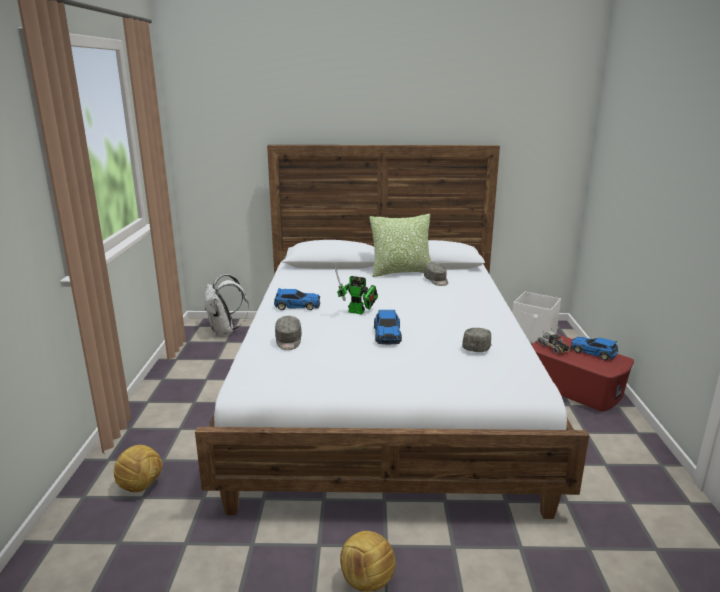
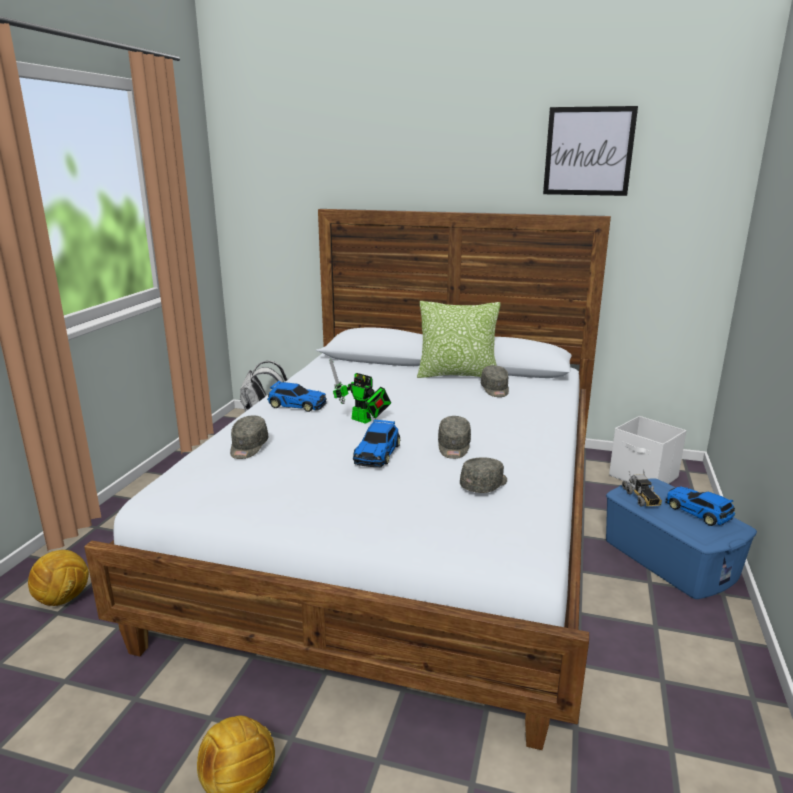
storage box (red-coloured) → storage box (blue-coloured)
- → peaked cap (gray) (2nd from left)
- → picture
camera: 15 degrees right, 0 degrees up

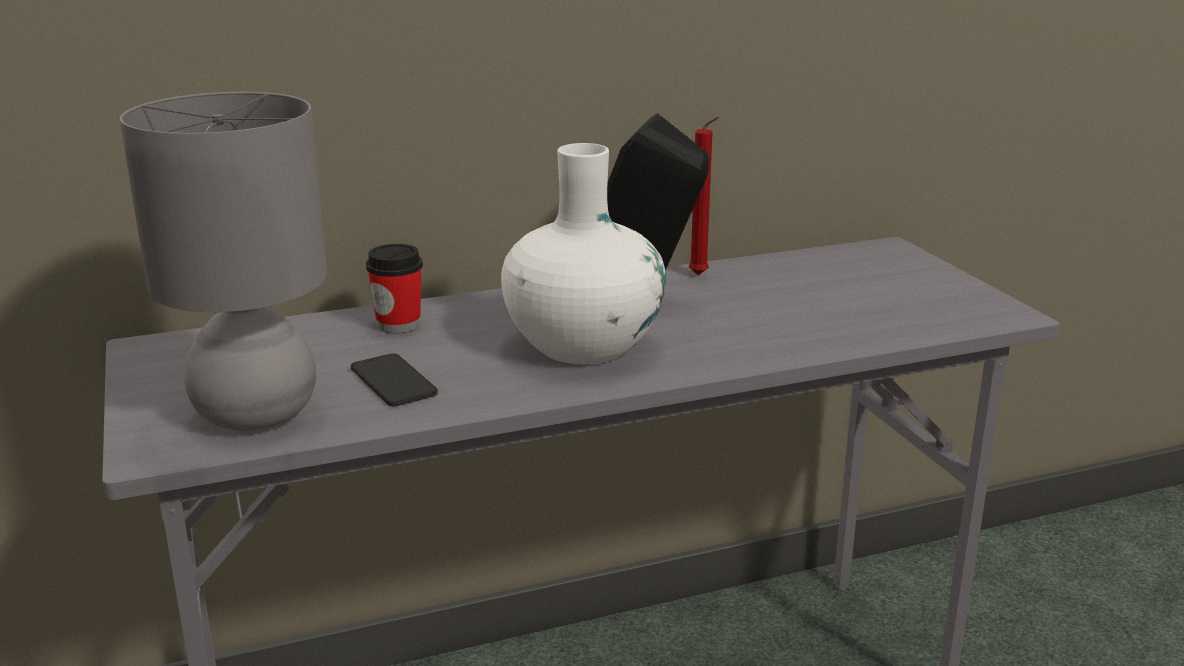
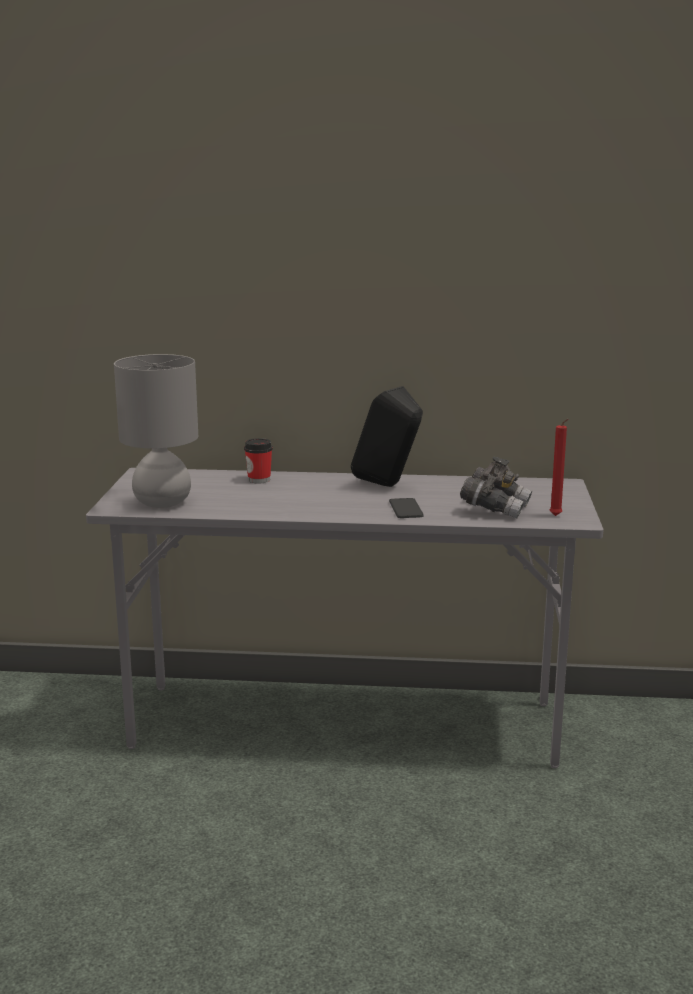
telephone, move
decorative vase (white) → -
candle (red-coloured), move
- → pair of binoculars (gray)
camera: 25 degrees right, 5 degrees down

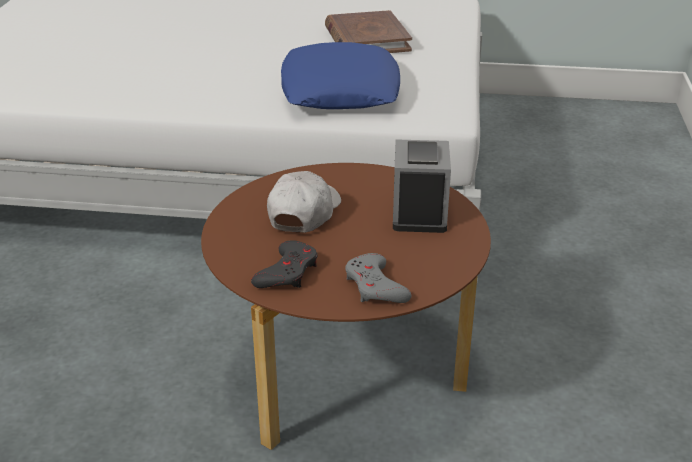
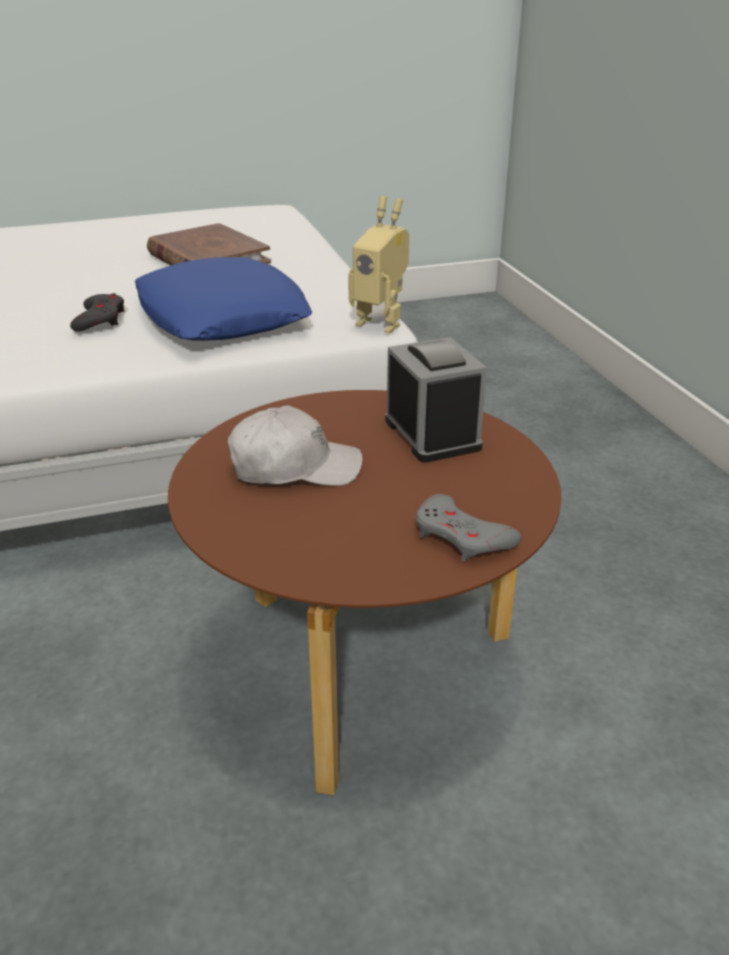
gamepad (gray) (1st from left), move
peaked cap (white), 90 degrees clockwise
- → toy robot
camera: 25 degrees left, 0 degrees up

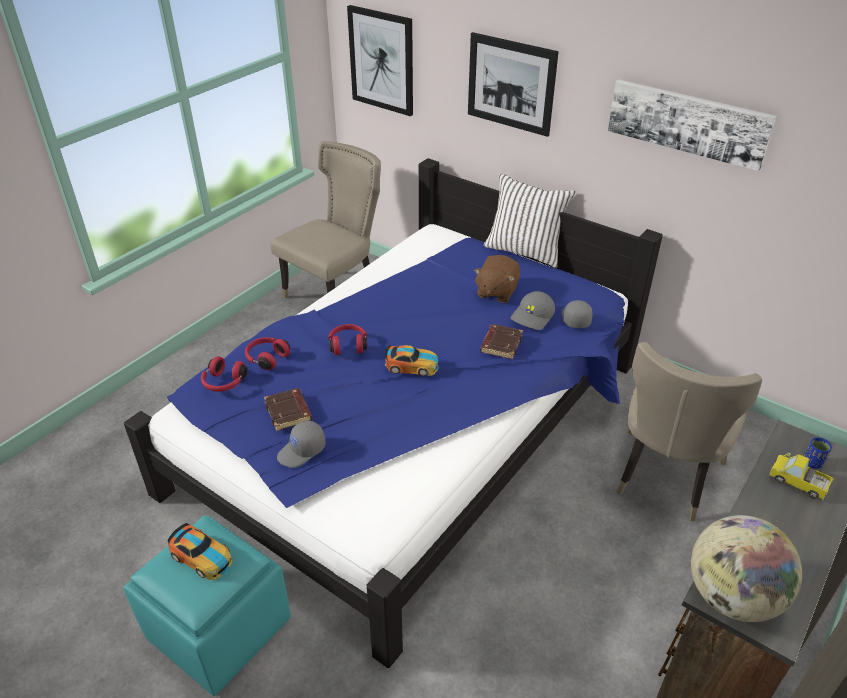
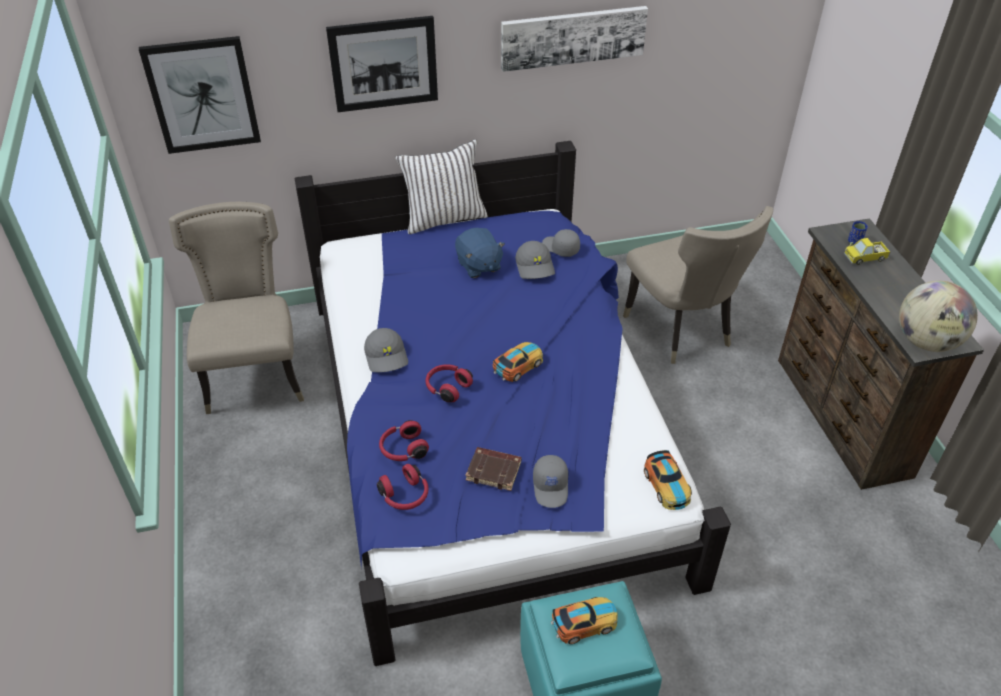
cuddly toy (brownish) → cuddly toy (blue-coloured)
volume (brownish) (2nd from left) → -
- → peaked cap (gray) (1st from left)
- → miniature car (3rd from left)
camera: 50 degrees left, 5 degrees up

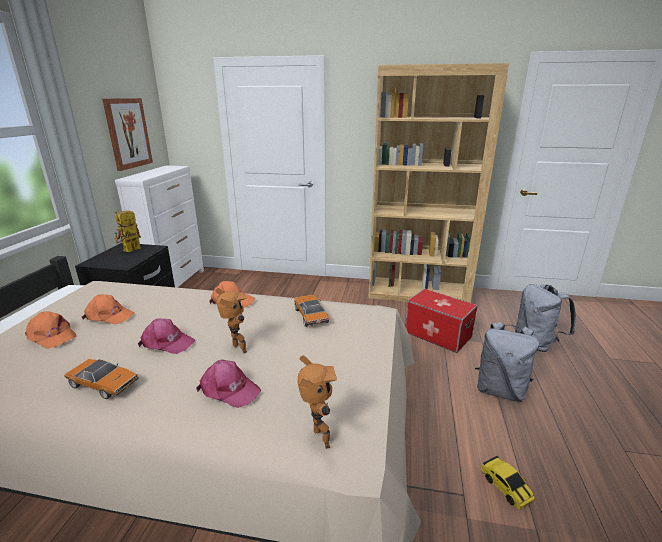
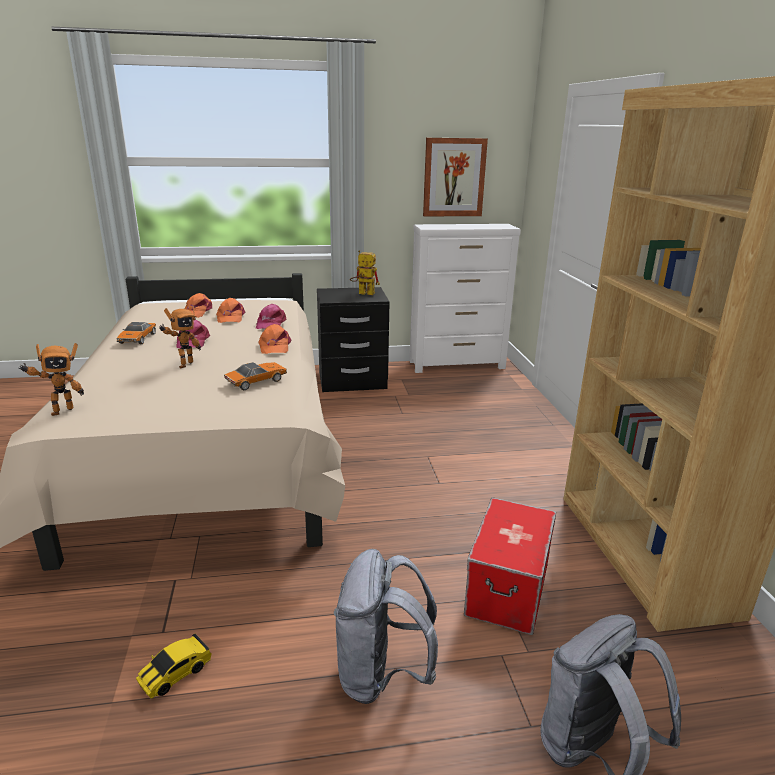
peaked cap (pink) (2nd from left), move
camera: 70 degrees right, 0 degrees up

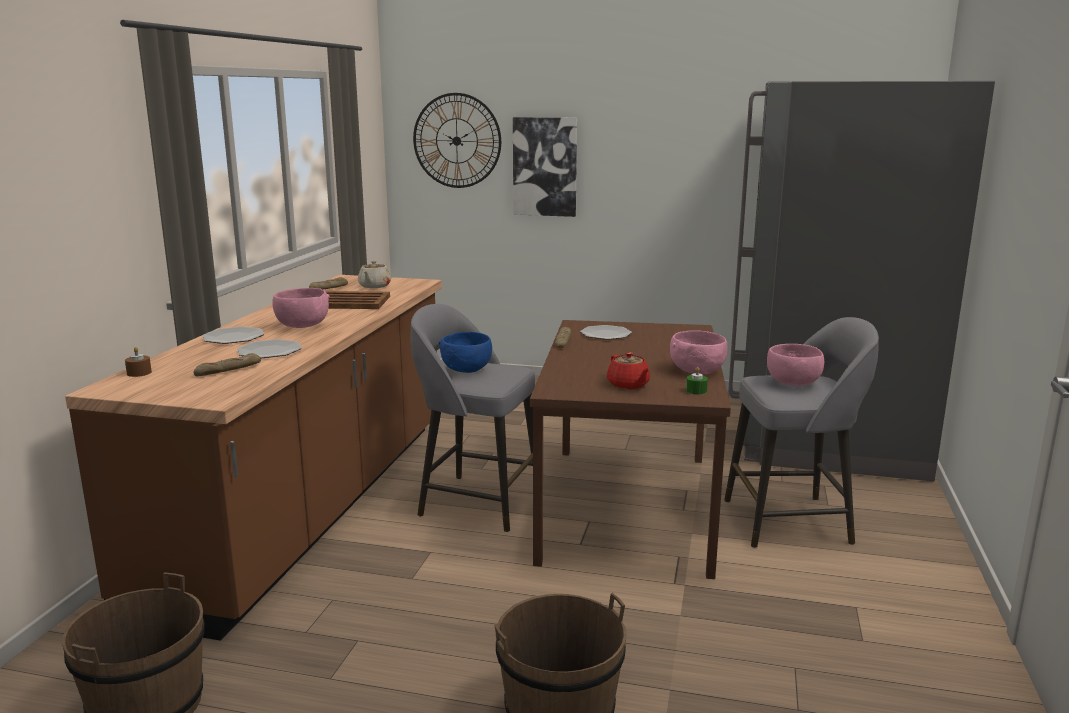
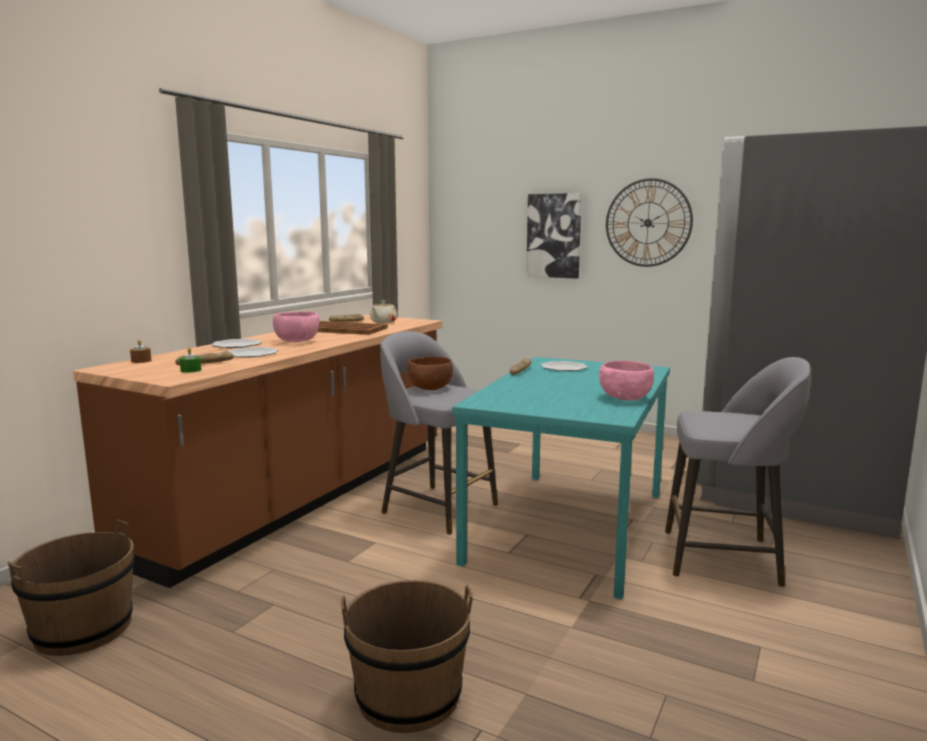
wall clock, move
serving bowl (blue-coloured) → serving bowl (brownish)
dinner table (brownish) → dinner table (blue-green)
tea pot (red-coloured) → -
candle (green), move
serving bowl (pink) (3rd from left) → -
camera: 15 degrees right, 5 degrees down

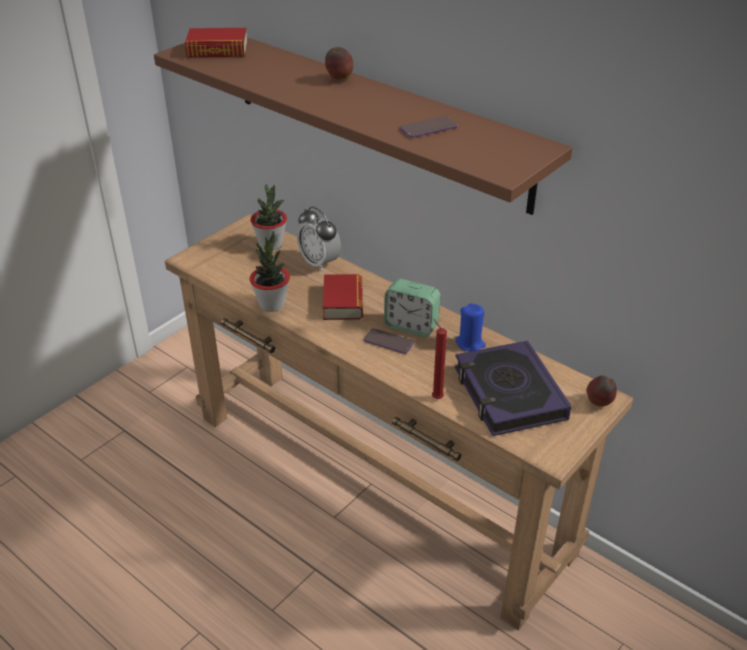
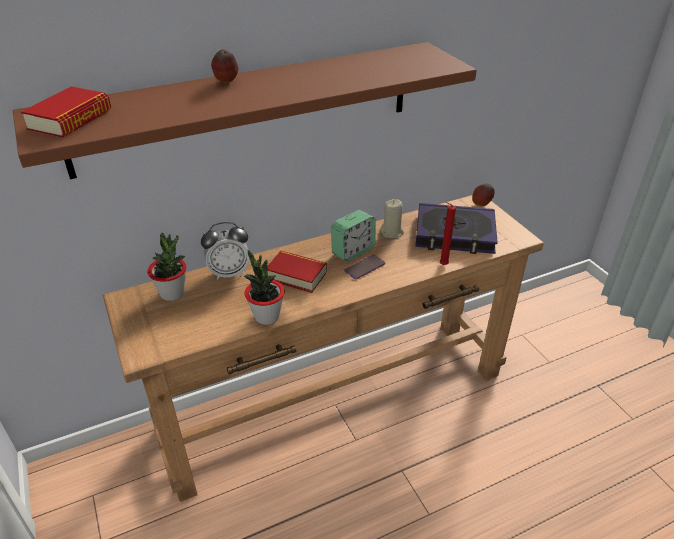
telephone (2nd from left) → -
candle (blue-coloured) → candle (beige-coloured)
camera: 65 degrees left, 0 degrees up

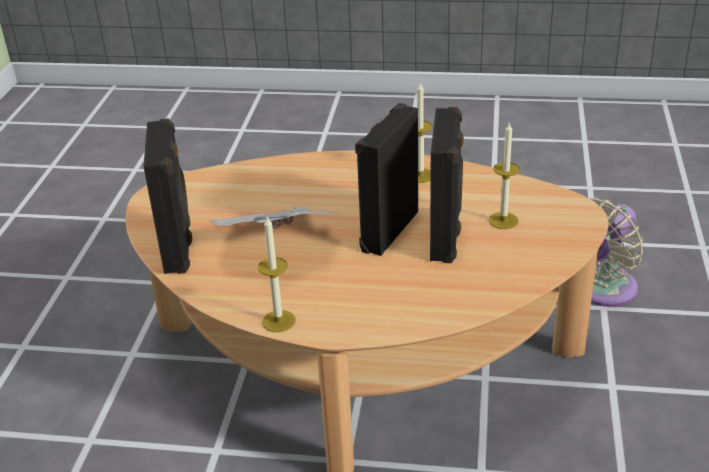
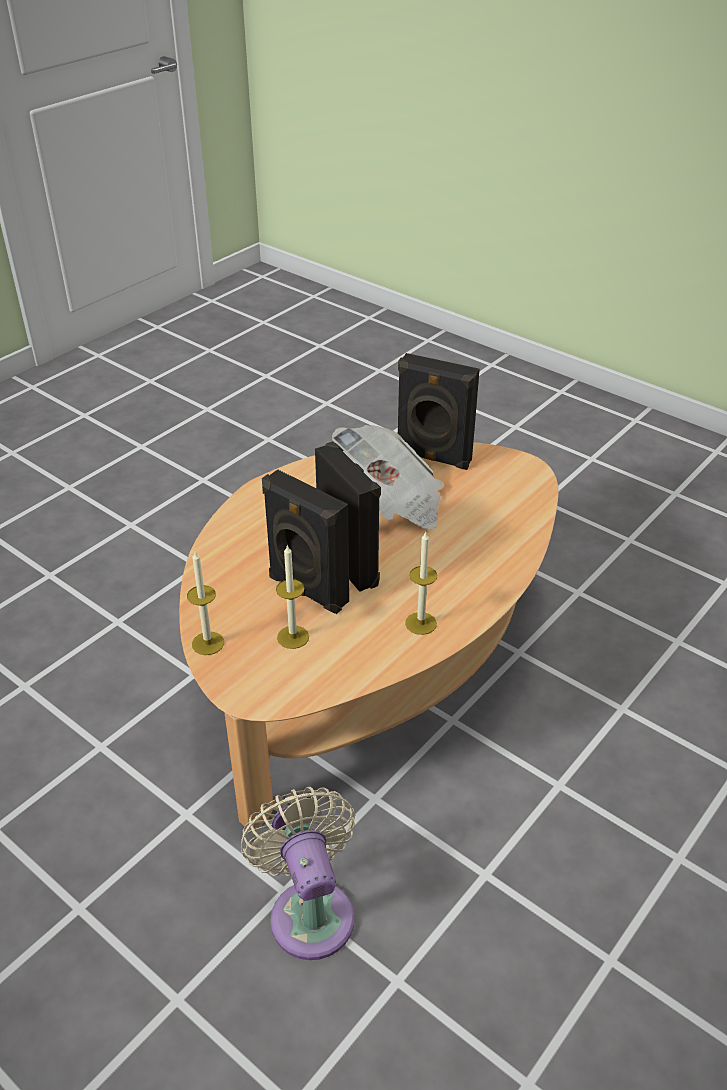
candle (1st from left), move
camera: 120 degrees right, 5 degrees up

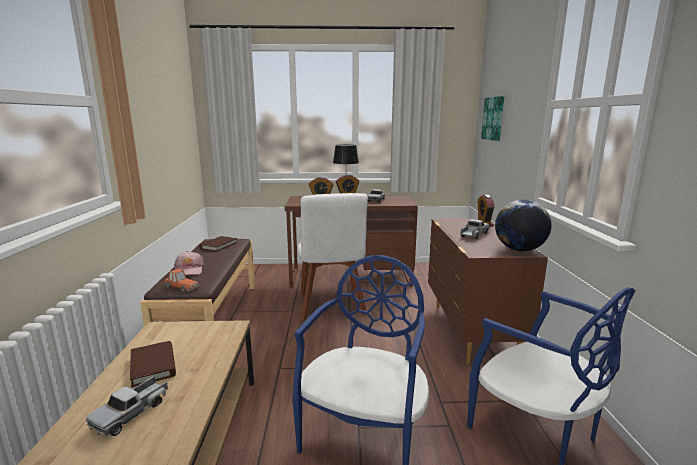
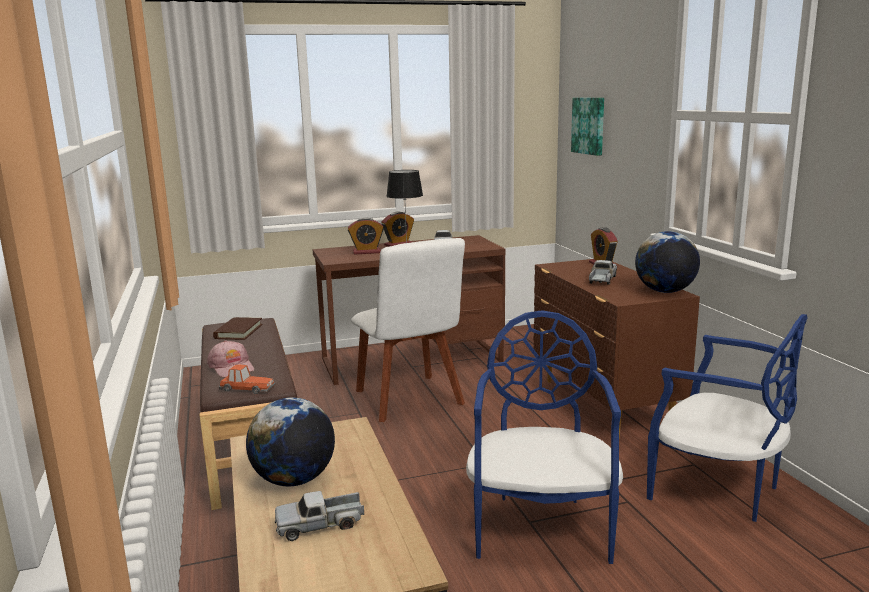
model truck (1st from left), 60 degrees clockwise
volume (brownish) (1st from left) → world globe (1st from left)
camera: 15 degrees left, 0 degrees up

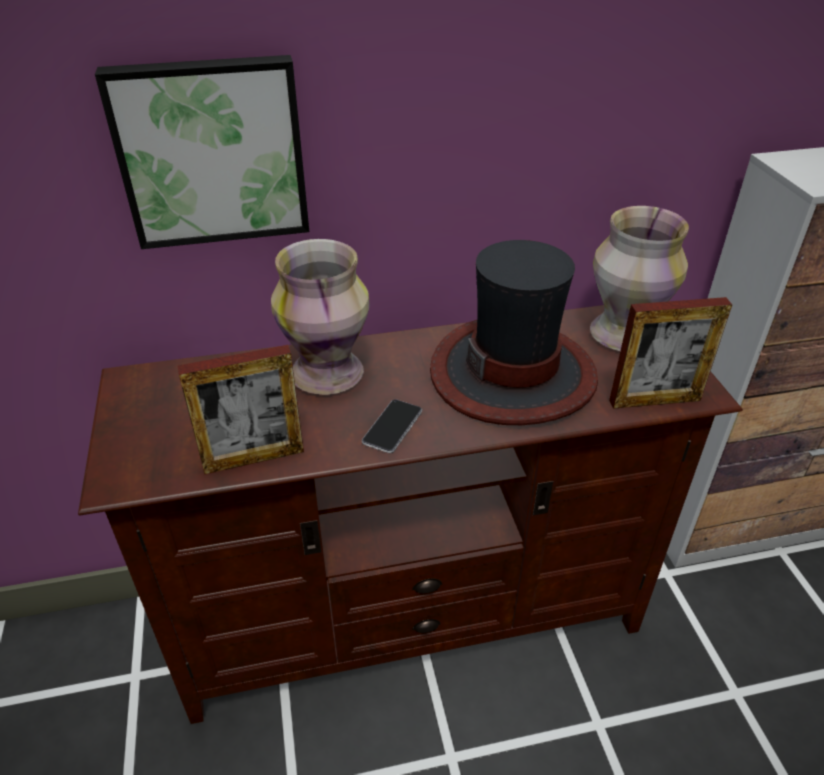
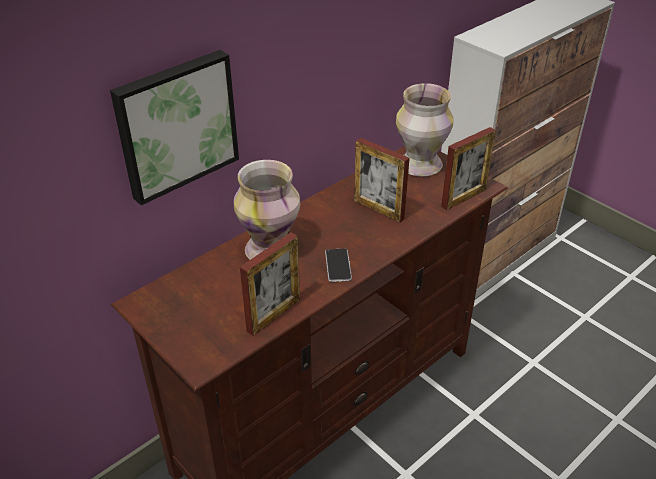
clothing hat → picture frame (2nd from left)
camera: 30 degrees left, 0 degrees up

